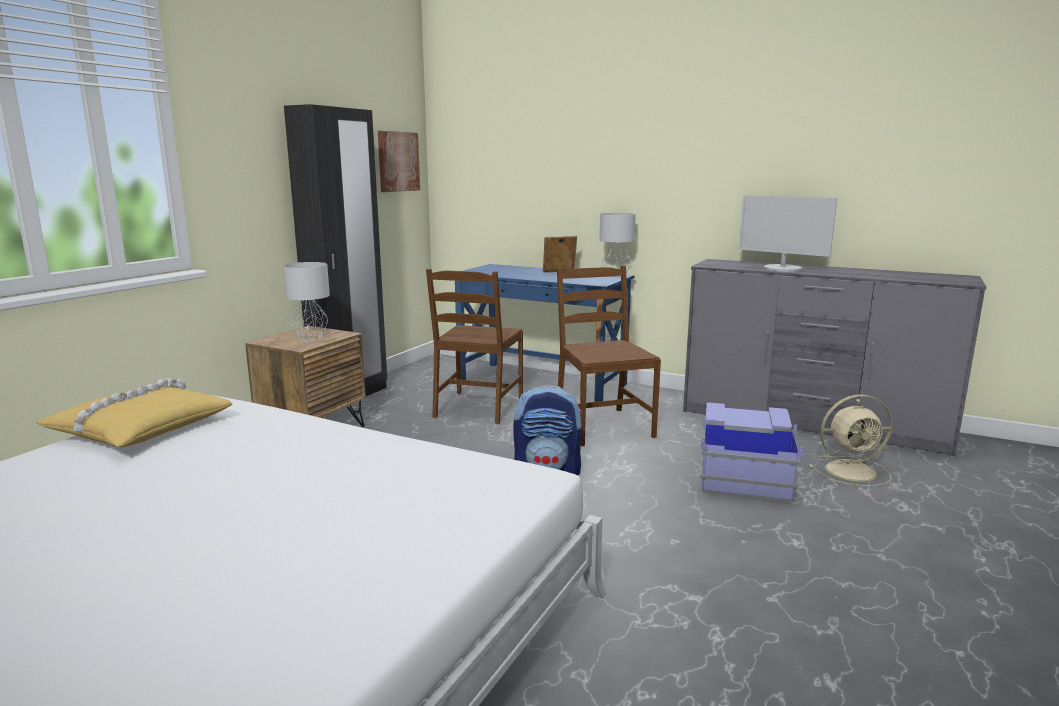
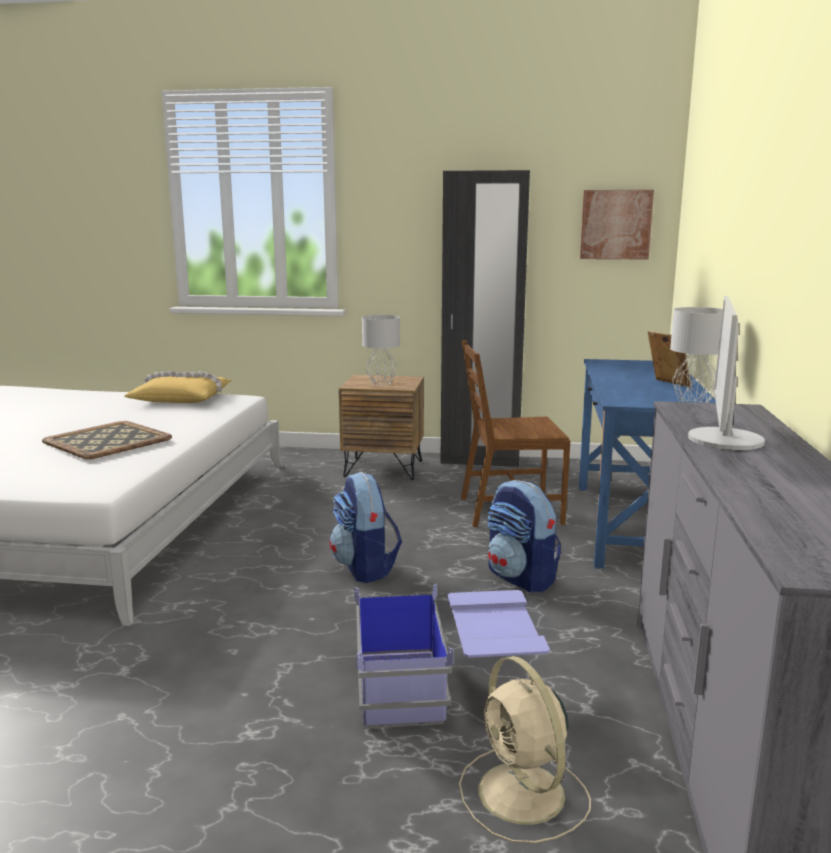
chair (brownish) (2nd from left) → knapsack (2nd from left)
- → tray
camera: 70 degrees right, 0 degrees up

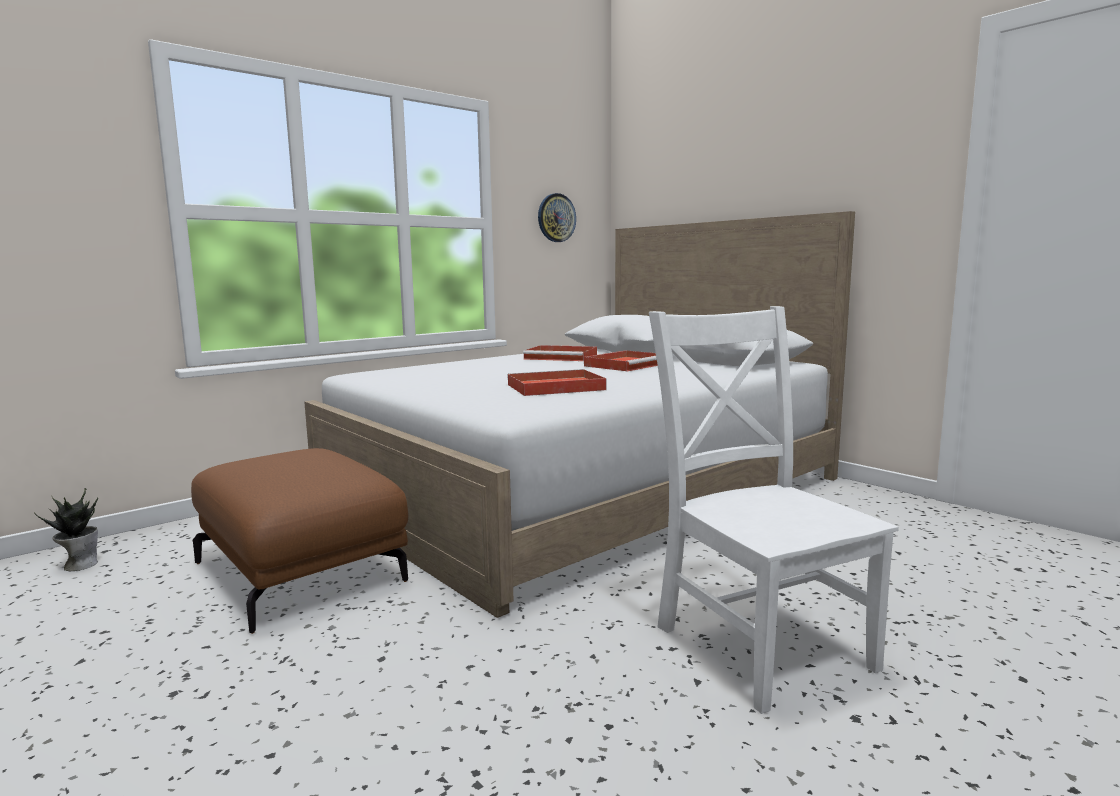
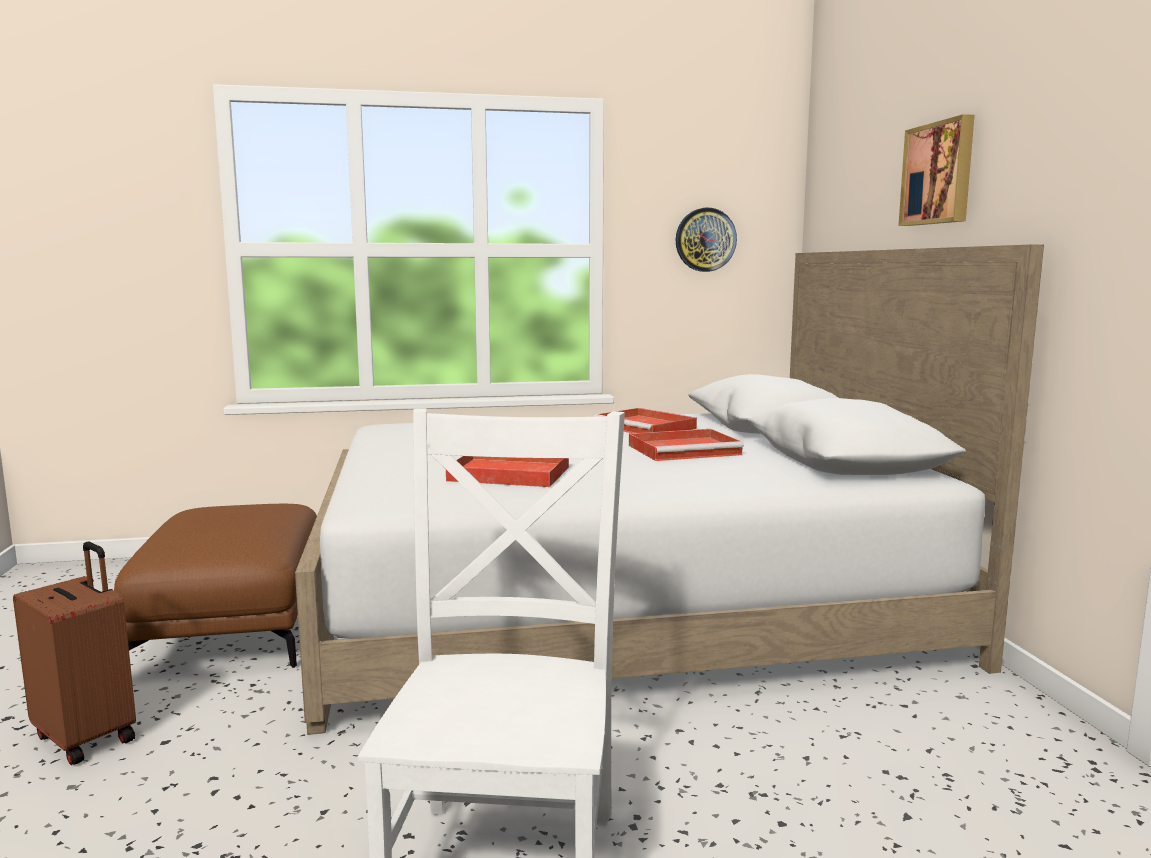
potted plant → -
- → suitcase (brownish)
- → picture
camera: 30 degrees right, 0 degrees up

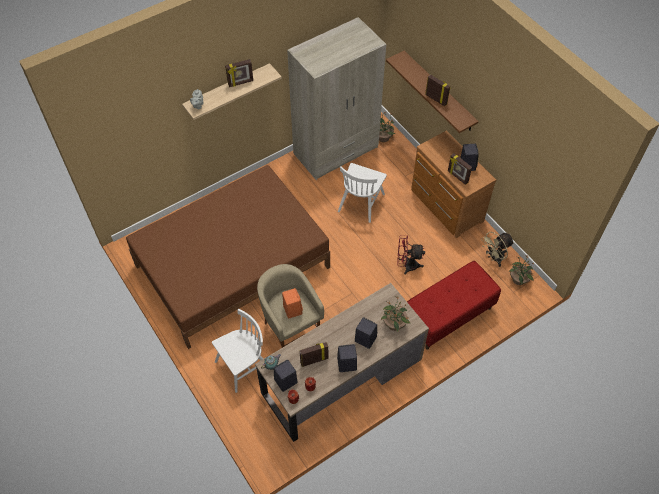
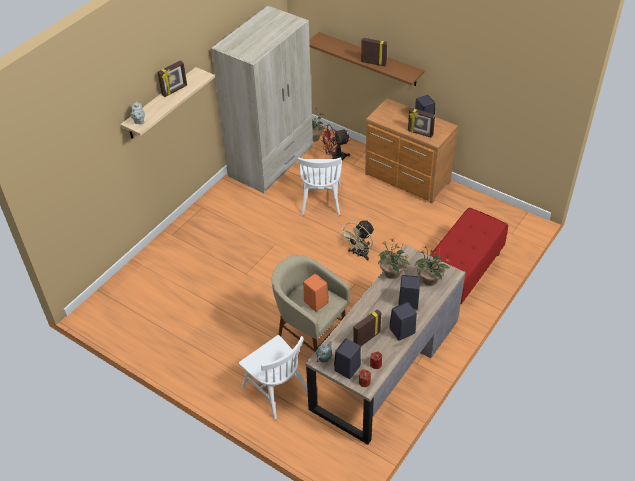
sleeping bed (brownish) → -
chair (white) (1st from left), 105 degrees clockwise
cooling fan (red-coloured), move
cooling fan (beige-coloured), move
potted plant (3rd from left in the first image) → potted plant (2nd from left), move
camera: 20 degrees left, 10 degrees down

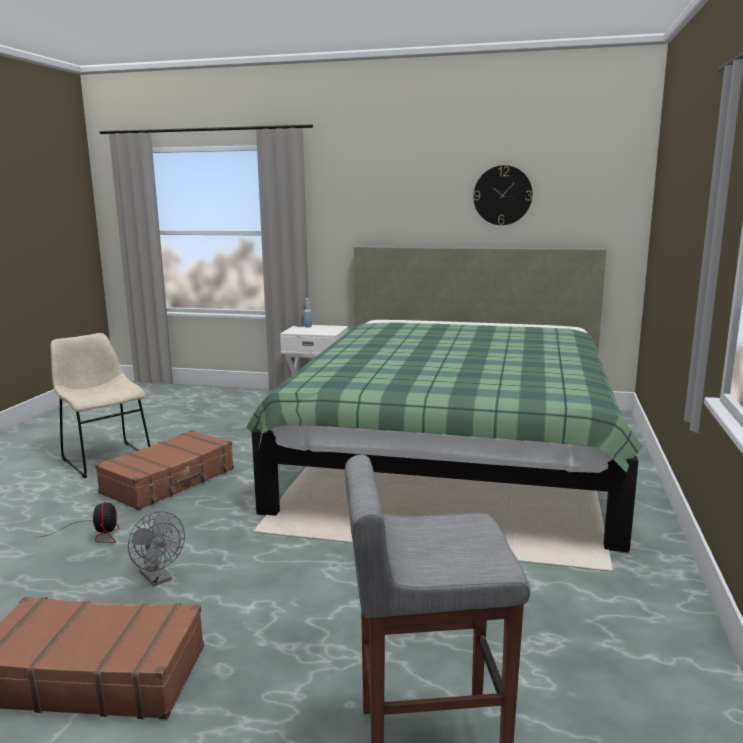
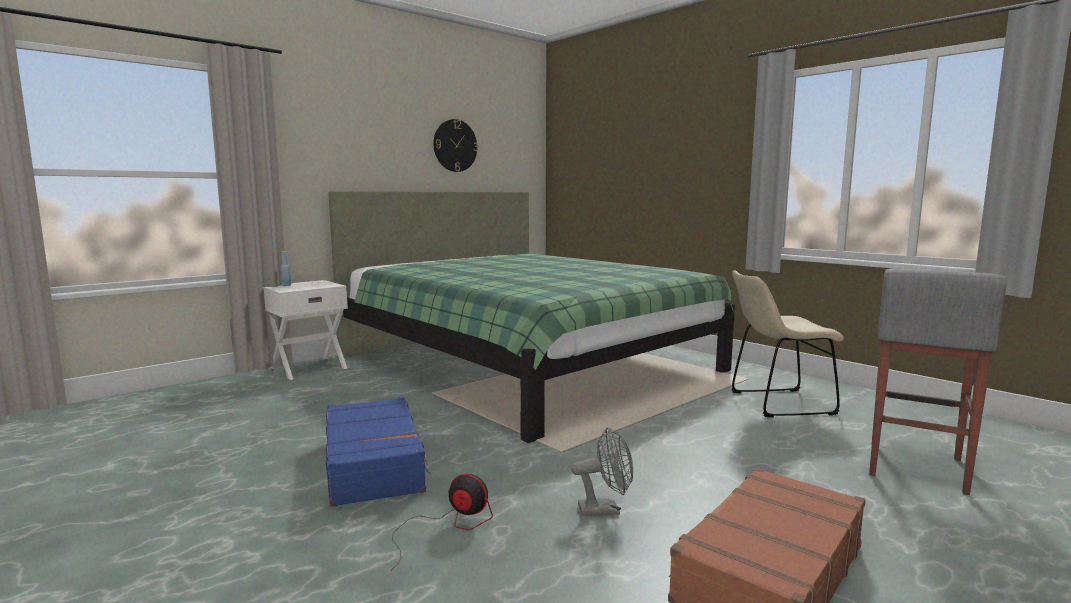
chair (beige-coloured), move
suitcase (brownish) (2nd from left) → suitcase (blue-coloured)
camera: 55 degrees left, 5 degrees down

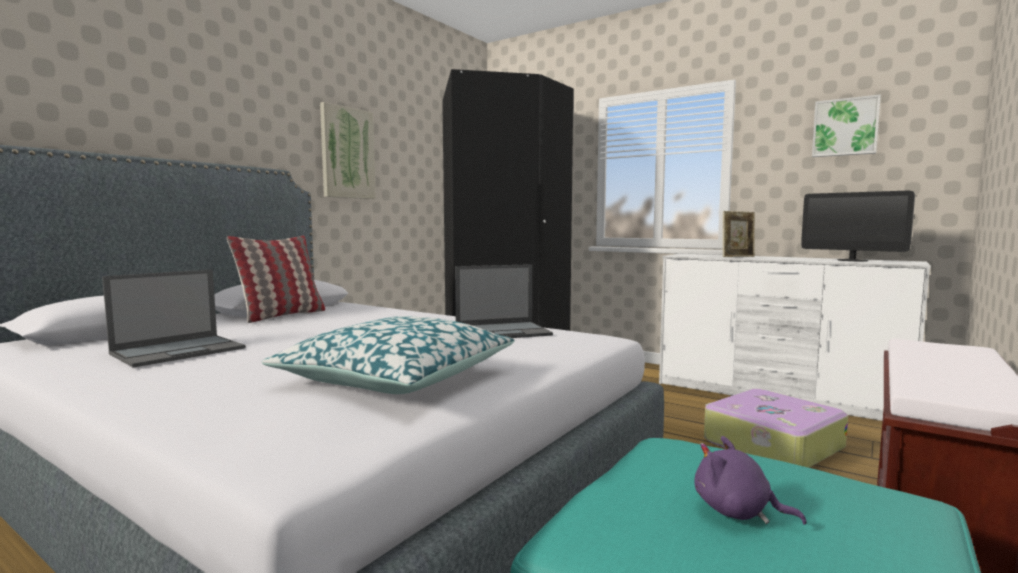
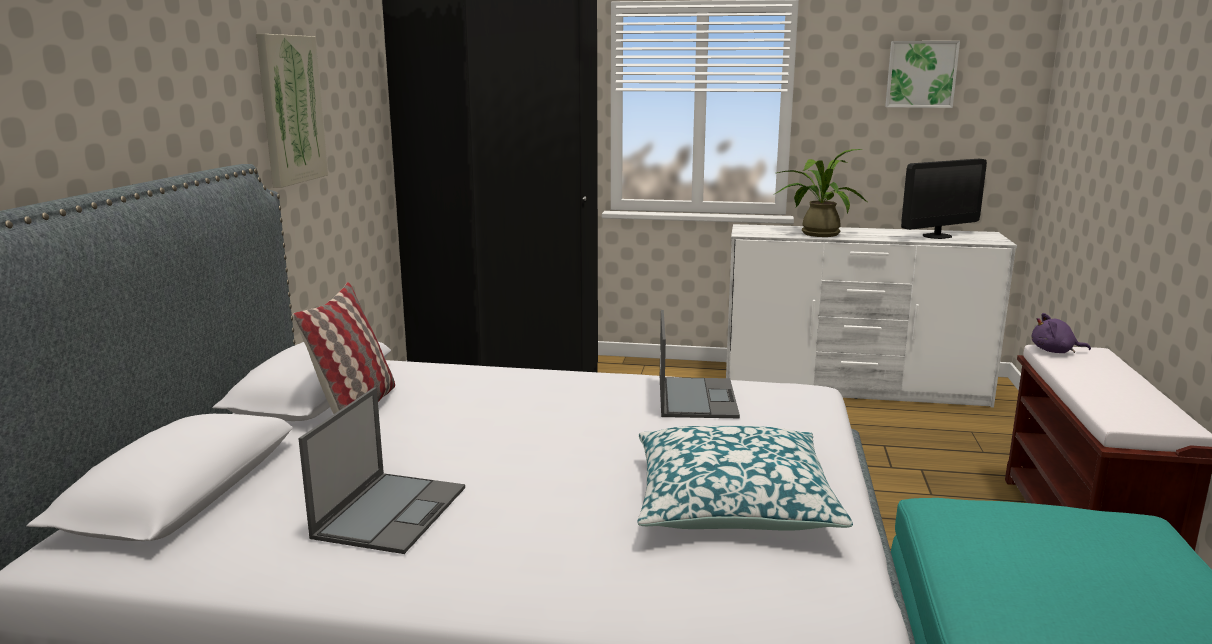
laptop (2nd from left), 45 degrees counterclockwise
cuddly toy (purple), move
suitcase → -
picture frame → potted plant
computer display, 45 degrees counterclockwise
camera: 25 degrees left, 10 degrees up

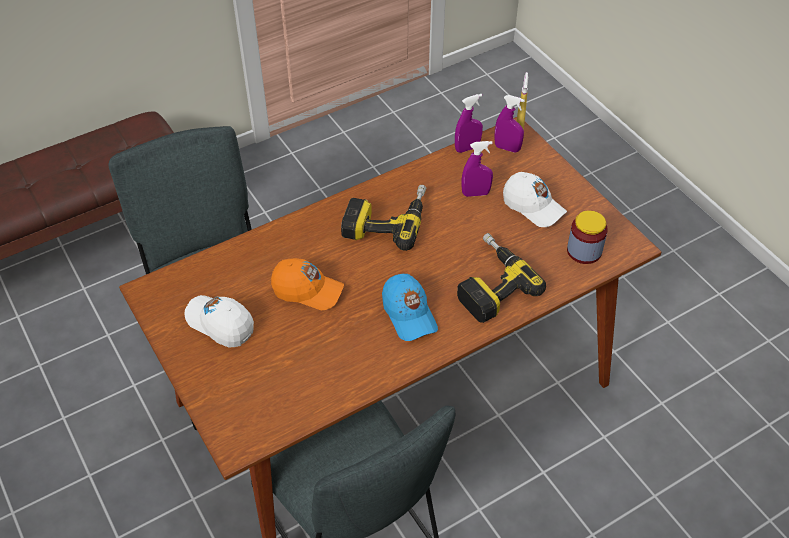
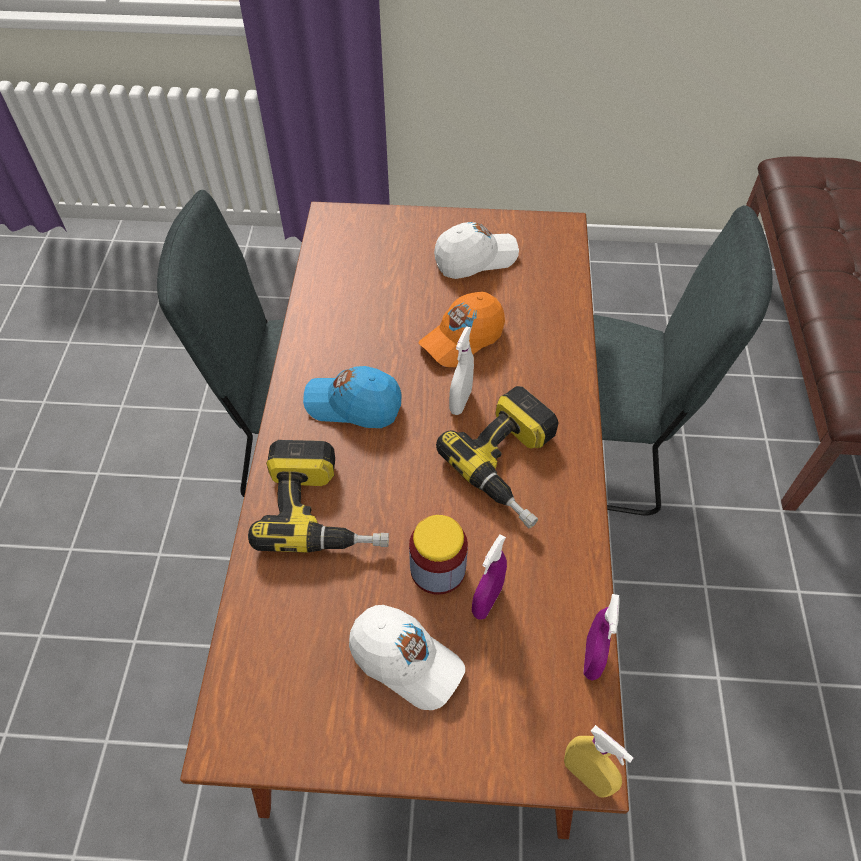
hand sprayer (purple) (3rd from left) → -
peaked cap (white) (2nd from left in the first image) → peaked cap (white) (1st from left), 135 degrees counterclockwise
preserve jar, move
- → hand sprayer (white)
camera: 125 degrees right, 5 degrees up

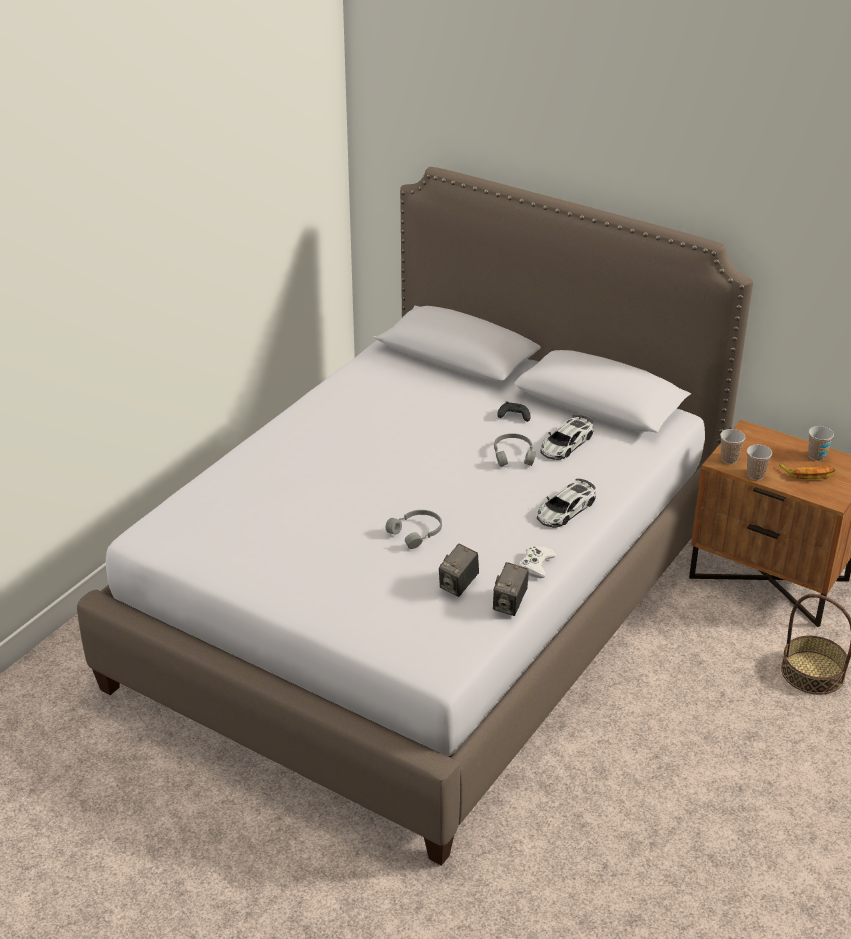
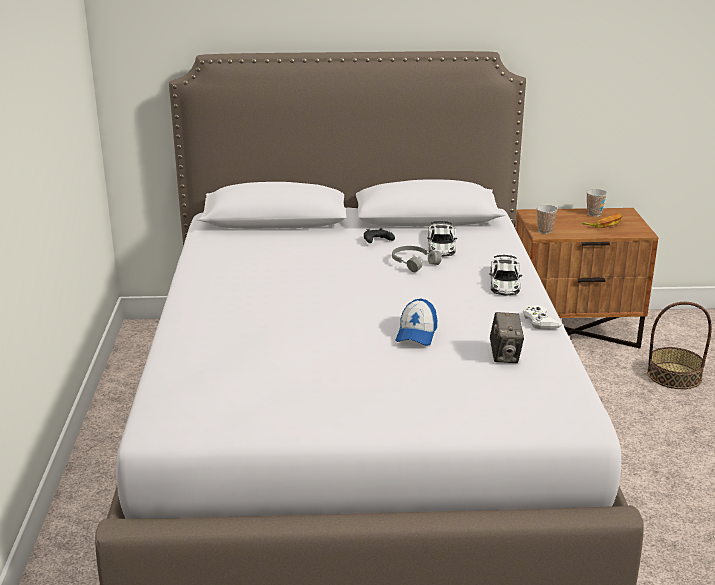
headphones (gray) (1st from left) → peaked cap
photo camera (2nd from left) → -
drinking cup (2nd from left) → -
camera: 35 degrees left, 10 degrees down

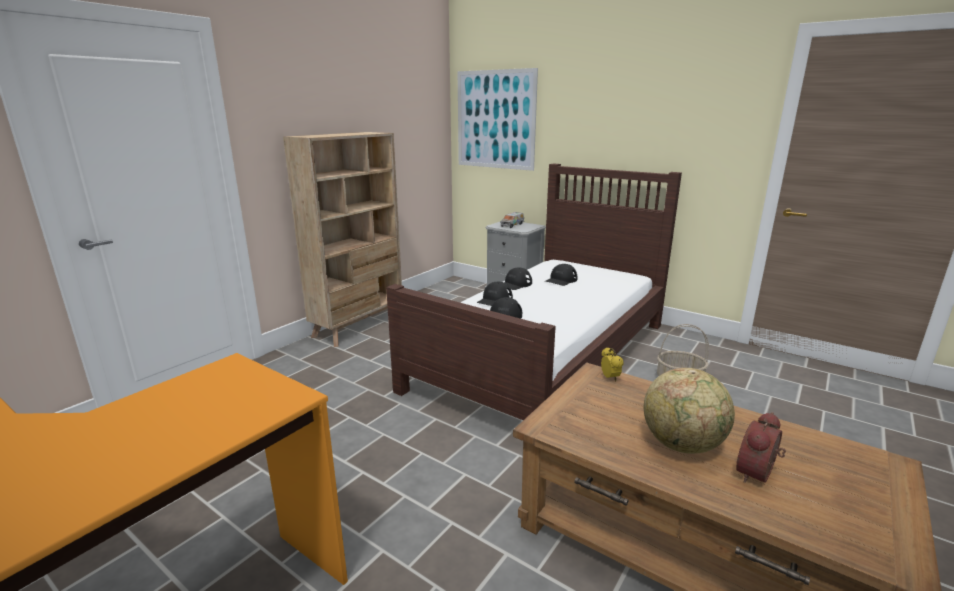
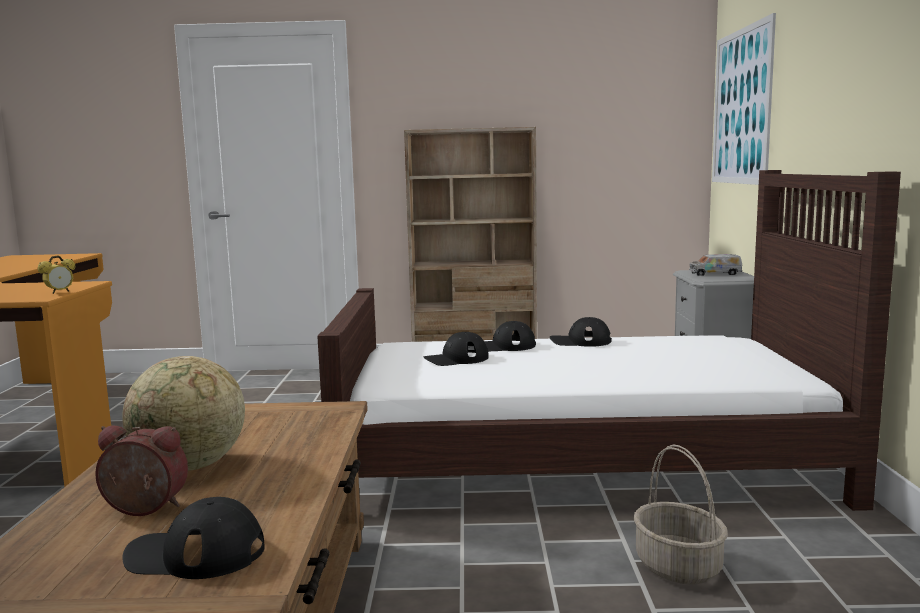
peaked cap (black-coloured) (4th from left in the first image) → peaked cap (black-coloured) (1st from left), move
bedside clock (1st from left), move
camera: 55 degrees right, 10 degrees down

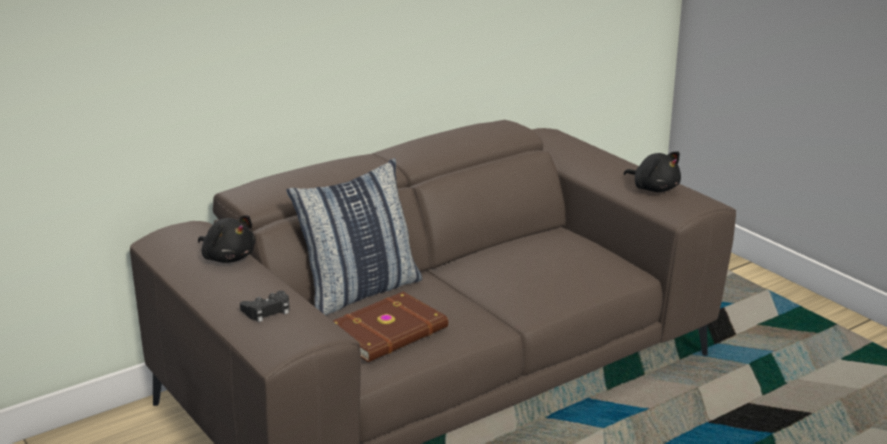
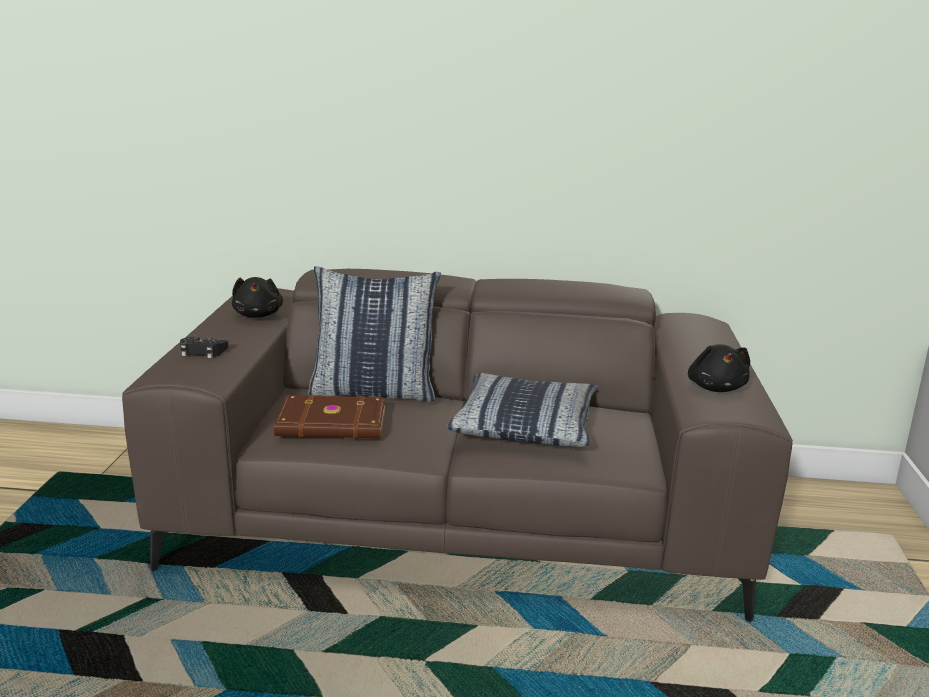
- → pillow (2nd from left)
camera: 40 degrees right, 5 degrees down

